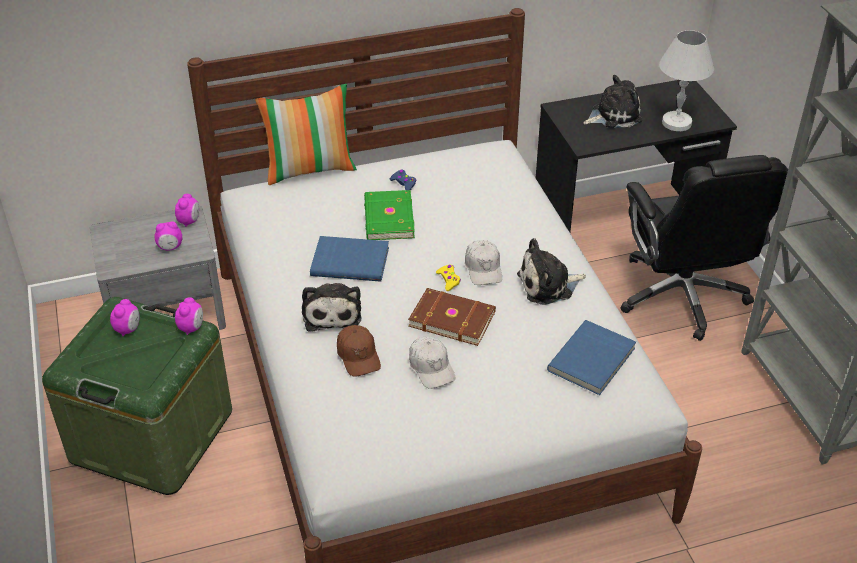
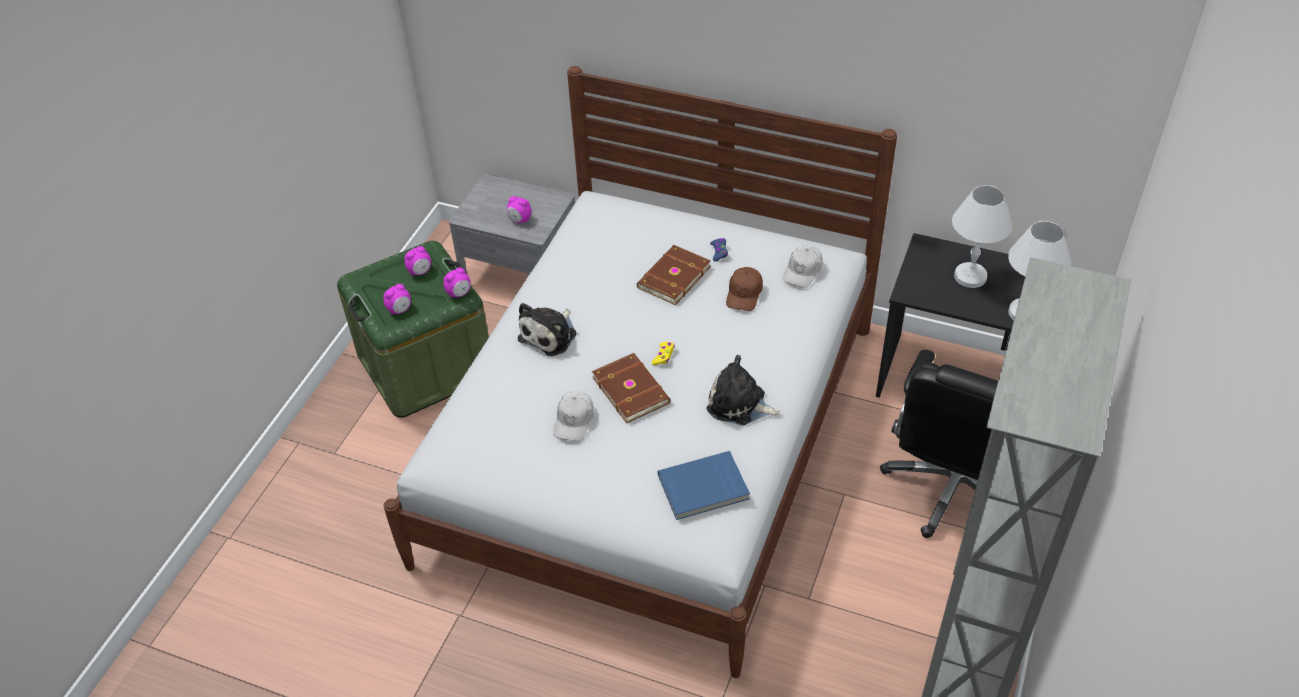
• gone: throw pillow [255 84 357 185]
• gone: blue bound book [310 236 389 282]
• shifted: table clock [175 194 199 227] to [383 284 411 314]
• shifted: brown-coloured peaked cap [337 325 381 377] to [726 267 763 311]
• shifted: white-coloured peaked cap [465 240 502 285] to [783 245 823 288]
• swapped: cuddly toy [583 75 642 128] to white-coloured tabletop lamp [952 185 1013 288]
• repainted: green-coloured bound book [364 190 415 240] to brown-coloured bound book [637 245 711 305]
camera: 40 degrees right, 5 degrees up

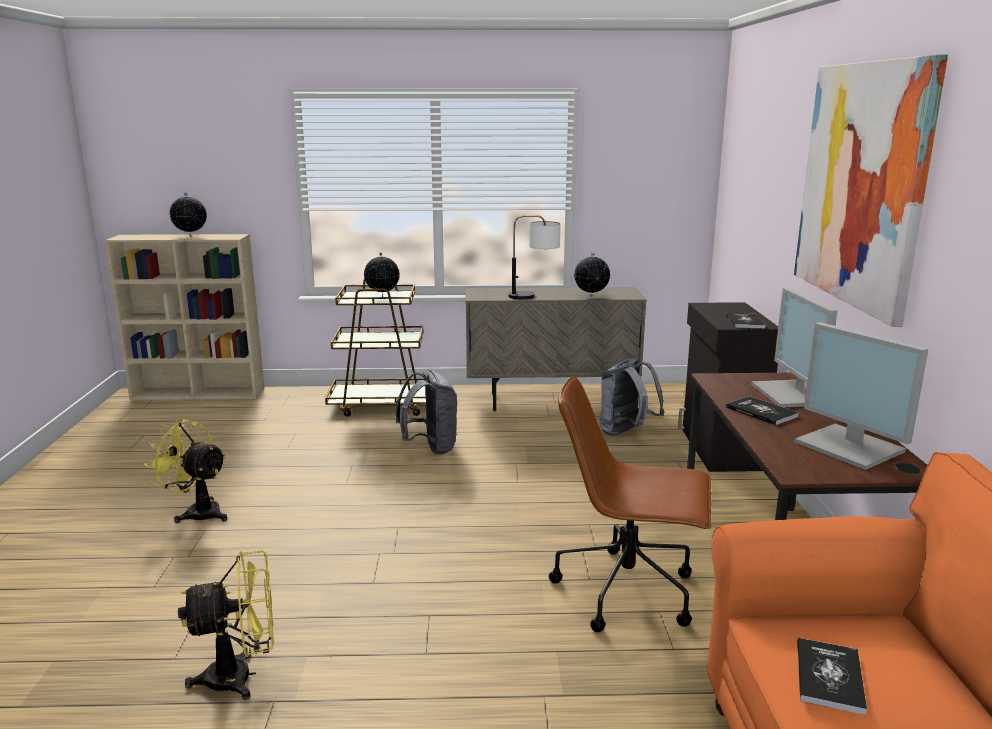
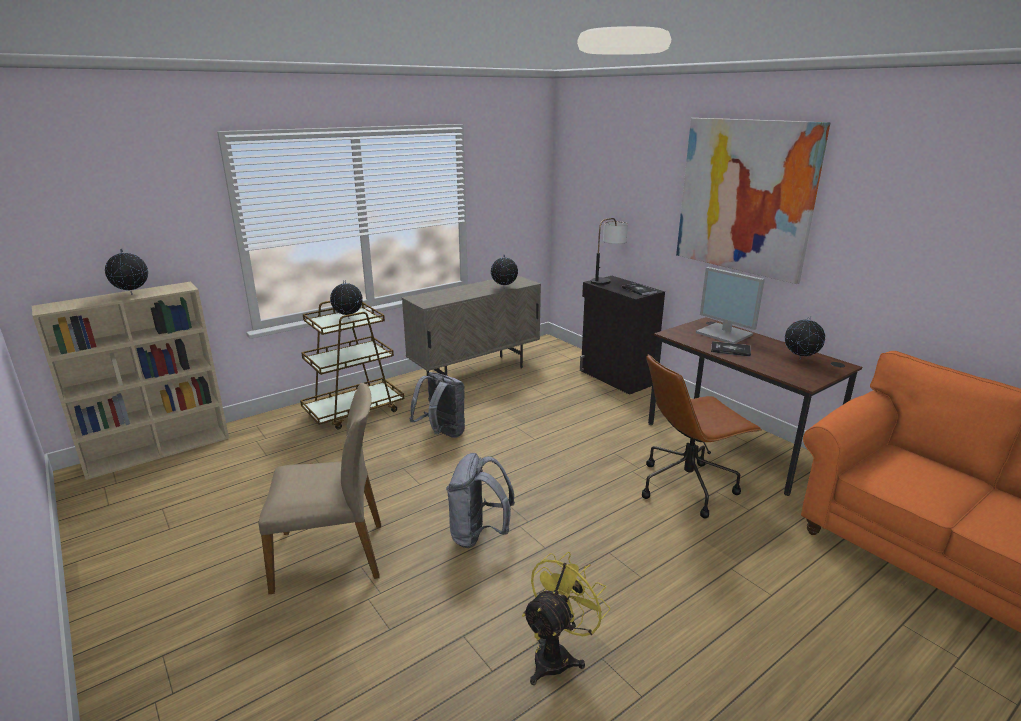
• gone: bound book [797 638 867 715]
• shifted: tabletop lamp [508 215 561 299] to [591 218 628 285]
• shifted: greyish knapsack [599 358 664 436] to [446 453 515 548]
• swapped: yellow cooling fan [144 418 227 523] to beige-coloured upright chair [259 383 381 594]
• swapped: monitor [794 322 928 470] to desk globe [785 316 825 360]
camera: 35 degrees left, 5 degrees up

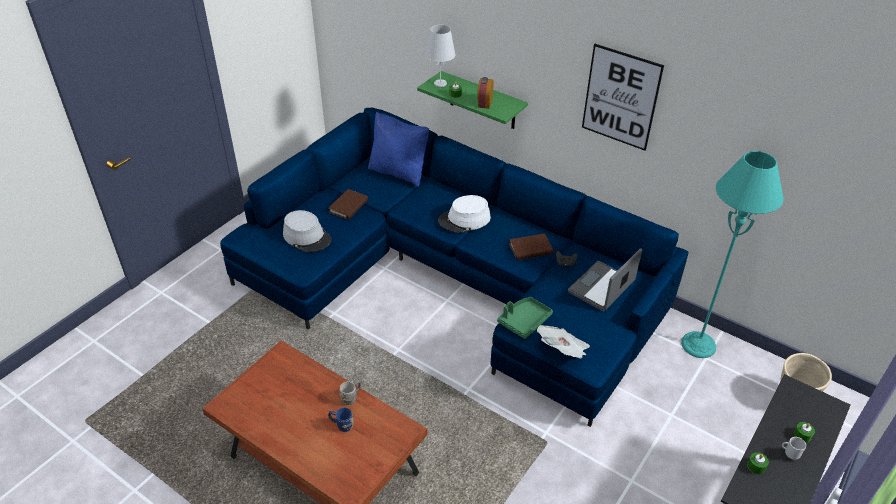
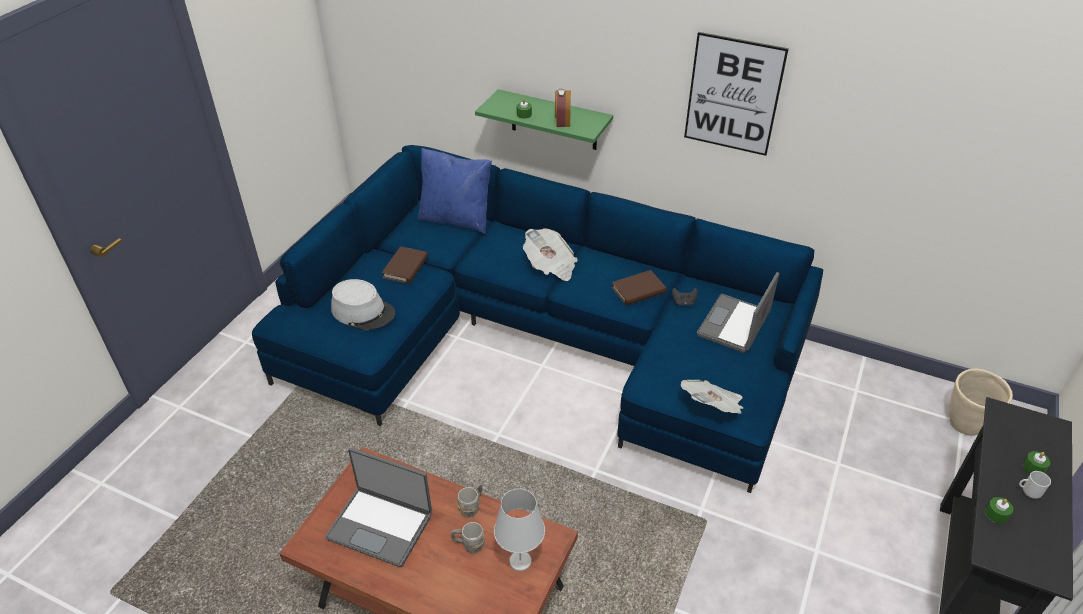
• gone: green-coloured tray [497 297 553 339]
• gone: turquoise-coloured standing lamp [681 151 783 358]
• new: laptop [325 448 432 567]
• shifted: white-coloured tabletop lamp [426 25 456 87] to [494 488 545 571]
• swapped: white-coloured clothing hat [438 195 491 233] to newspaper [523 228 578 281]
• repainted: blue tea mug [328 408 354 432] to greyish tea mug [451 522 485 553]
camera: 10 degrees left, 0 degrees up

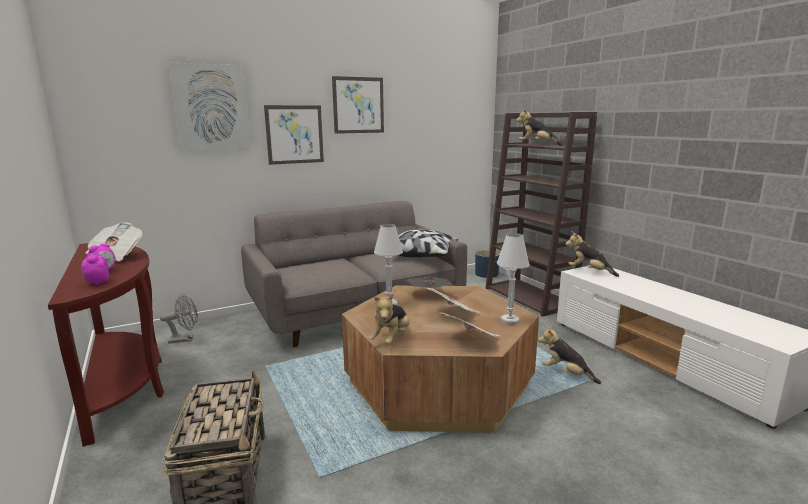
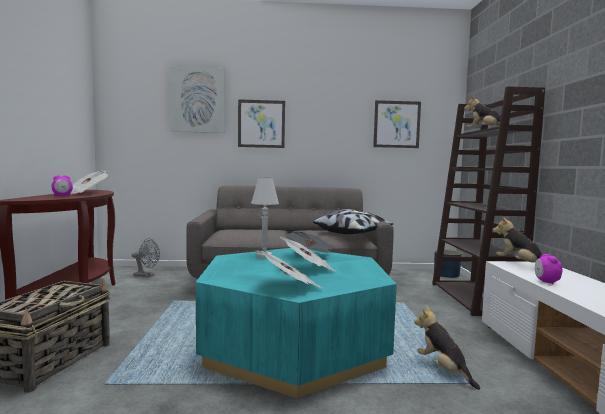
• gone: cuddly toy [369 294 410 345]
• gone: white-coloured tabletop lamp [497 233 530 325]
• shifted: table clock [81 253 109 285] to [535 254 562 285]
• shifted: wall art [332 76 384 134] to [373 100 421 148]
• repainted: brown-coloured lounge table [342 286 539 433] to turquoise-coloured lounge table [196 248 397 398]
camera: 25 degrees right, 10 degrees down

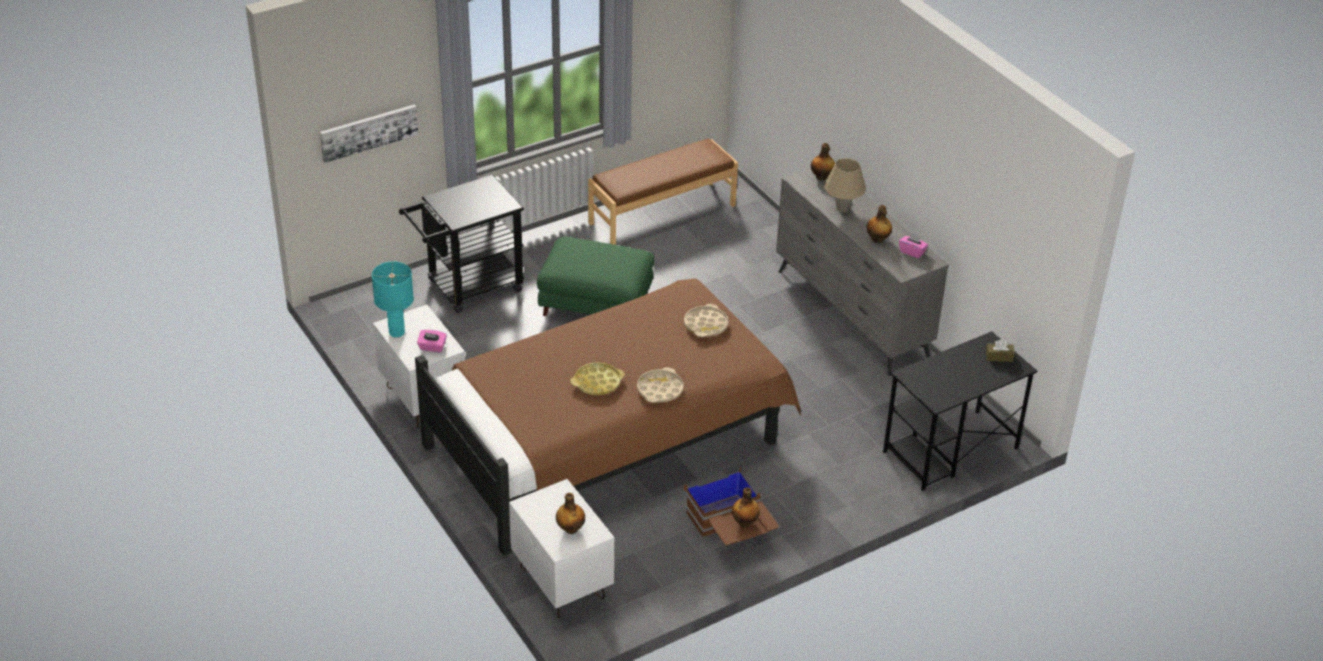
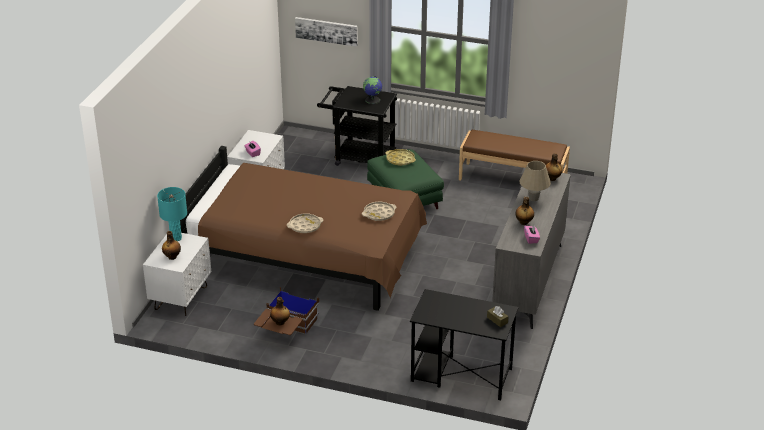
• new: desk globe [363 76 382 104]
• shifted: turquoise-coloured tabletop lamp [372 261 414 337] to [157 187 187 241]
• shifted: yellow tray [570 362 625 395] to [386 149 416 166]
camera: 50 degrees right, 5 degrees down

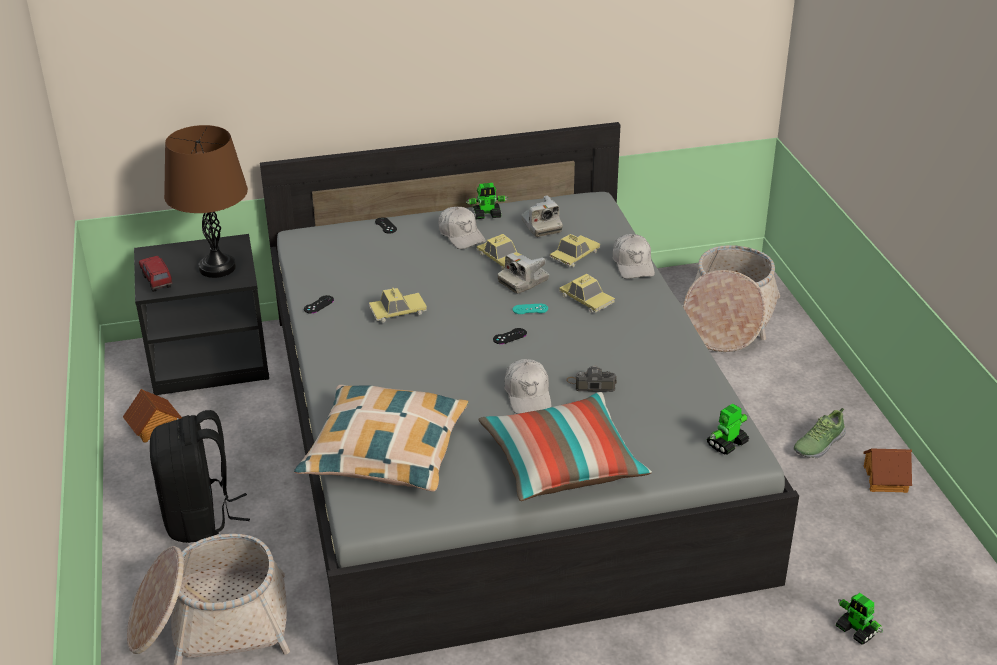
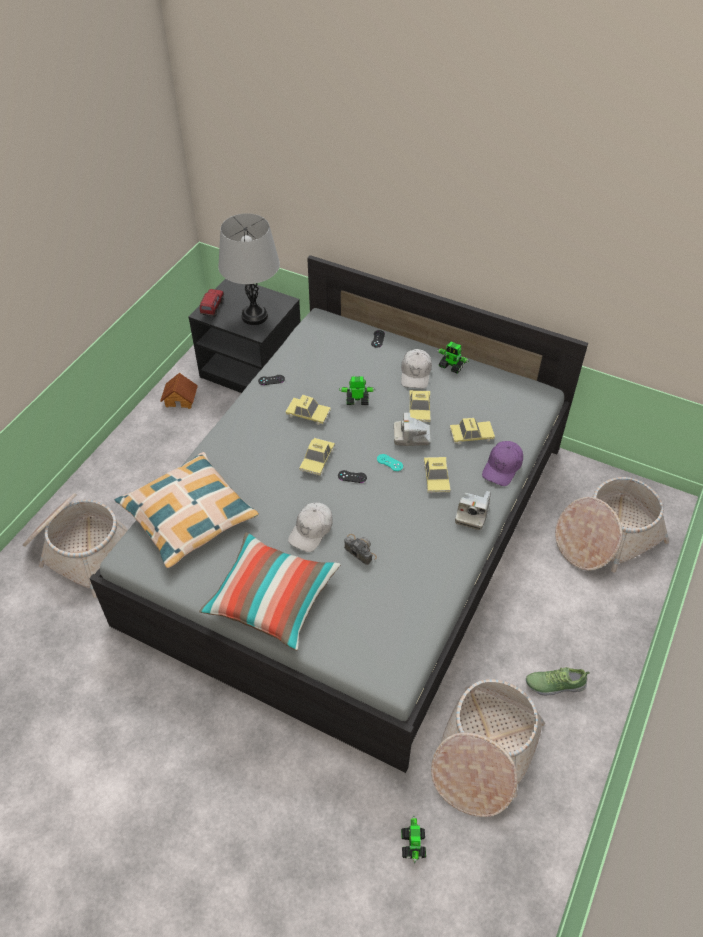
• gone: black knapsack [150 410 250 543]
• gone: model house [864 449 912 493]
• new: miniature car [299 438 335 476]
• new: storage basket [431 679 545 817]
• shifted: photo camera [521 195 563 237] to [455 491 491 530]
• shifted: model robot [706 404 749 455] to [339 376 375 405]
• repainted: brown-coloured tabletop lamp [164 125 248 278] to greyish tabletop lamp [218 213 280 325]
• repainted: white-coloured peaked cap [613 234 655 279] to purple-coloured peaked cap [482 441 523 486]
camera: 40 degrees right, 15 degrees up

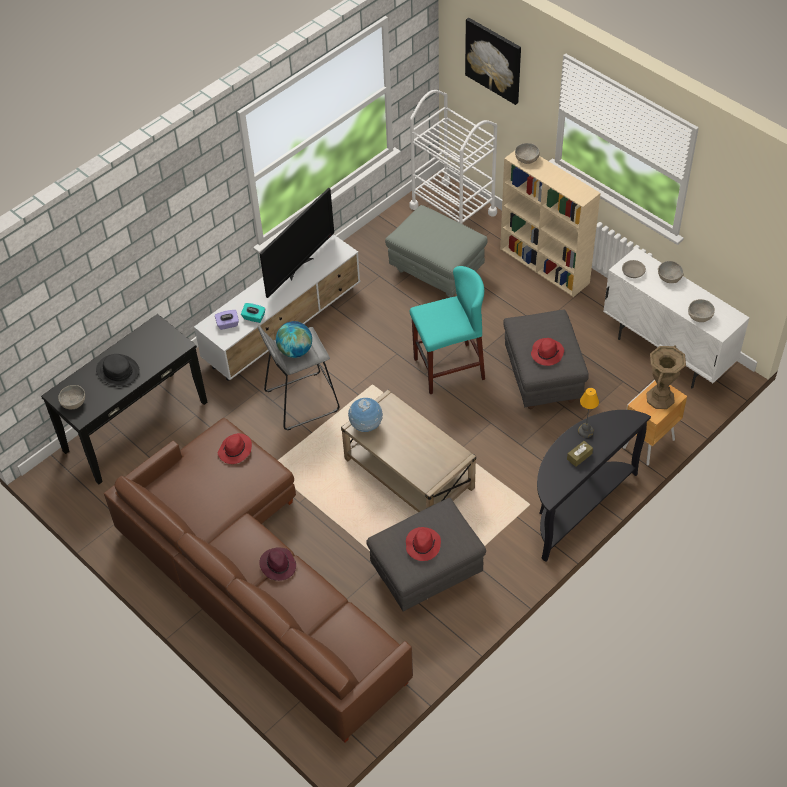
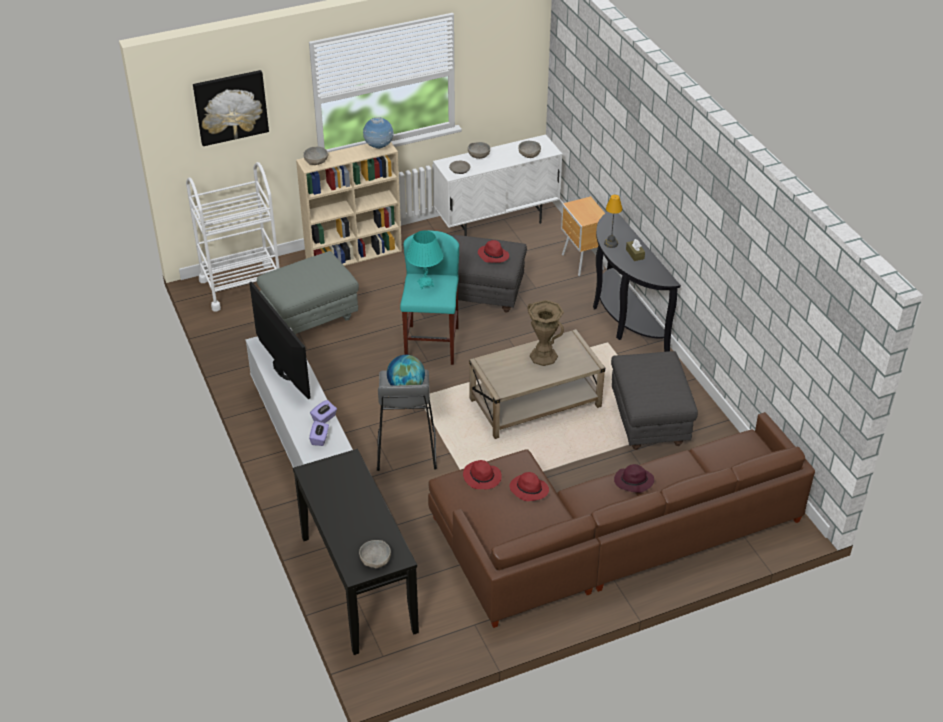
• gone: black clothing hat [96 354 140 387]
• new: turquoise-coloured tabletop lamp [406 231 443 289]
• shifted: desk globe [348 398 383 432] to [363 117 394 149]
• shifted: reddish clothing hat [406 527 441 561] to [509 472 549 501]
• shifted: brown-coloured flower vase [647 346 686 409] to [527 300 564 366]
• repainted: turquoise-coloured tissue box [241 303 265 323] to purple-coloured tissue box [310 400 337 423]
camera: 70 degrees left, 10 degrees down

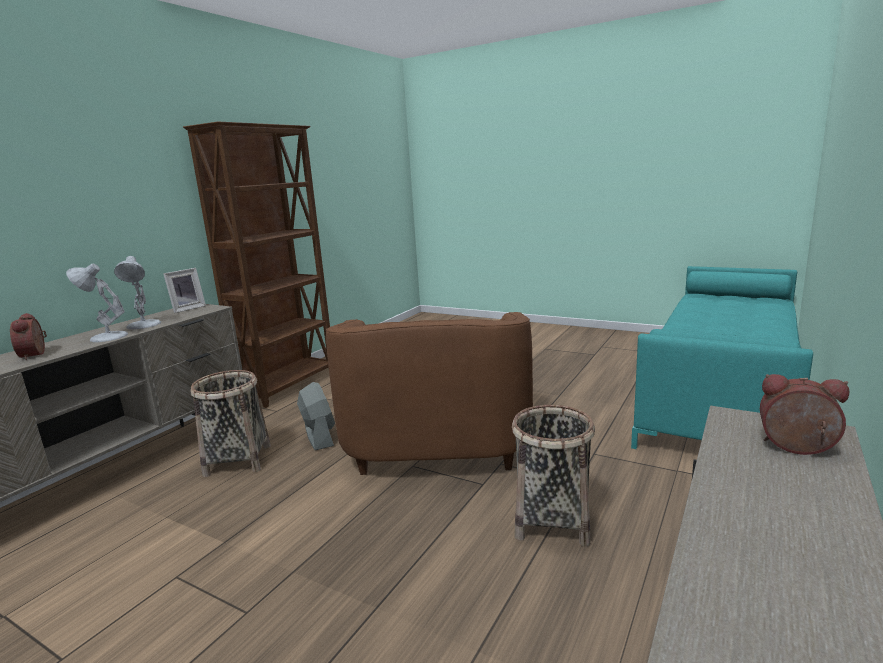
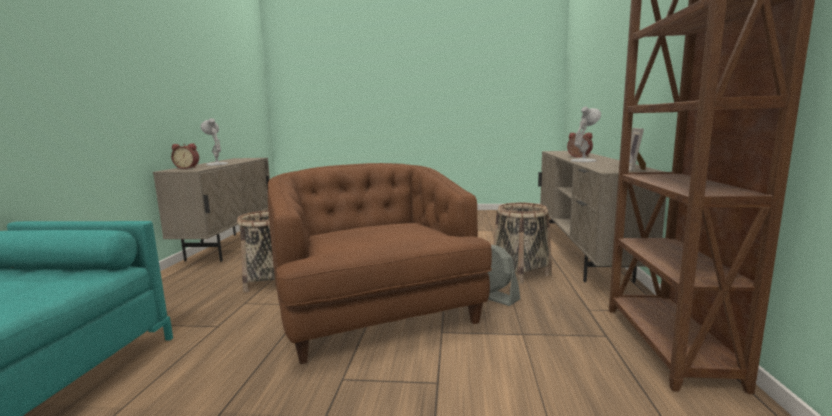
• shifted: white-coloured tabletop lamp [114 256 161 329] to [201 118 228 165]
camera: 155 degrees right, 5 degrees down

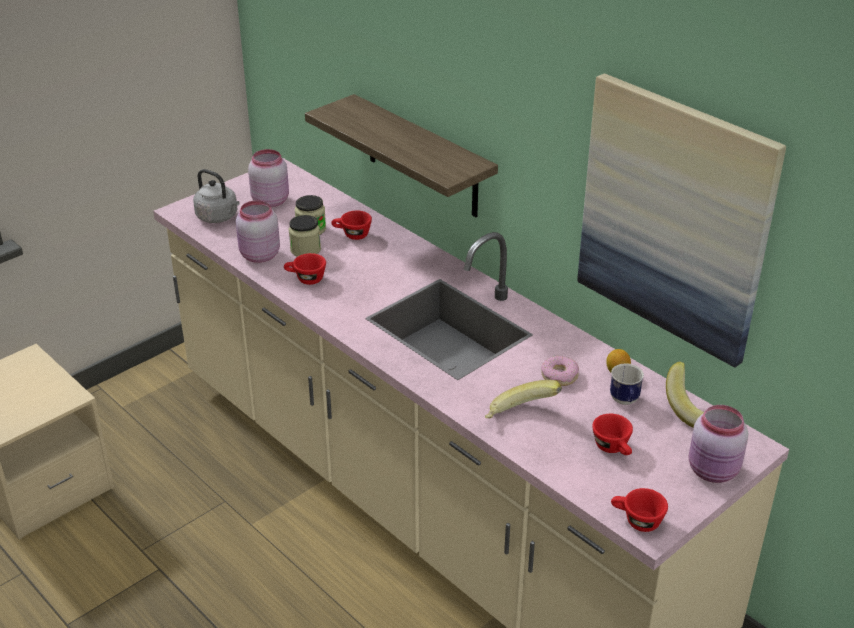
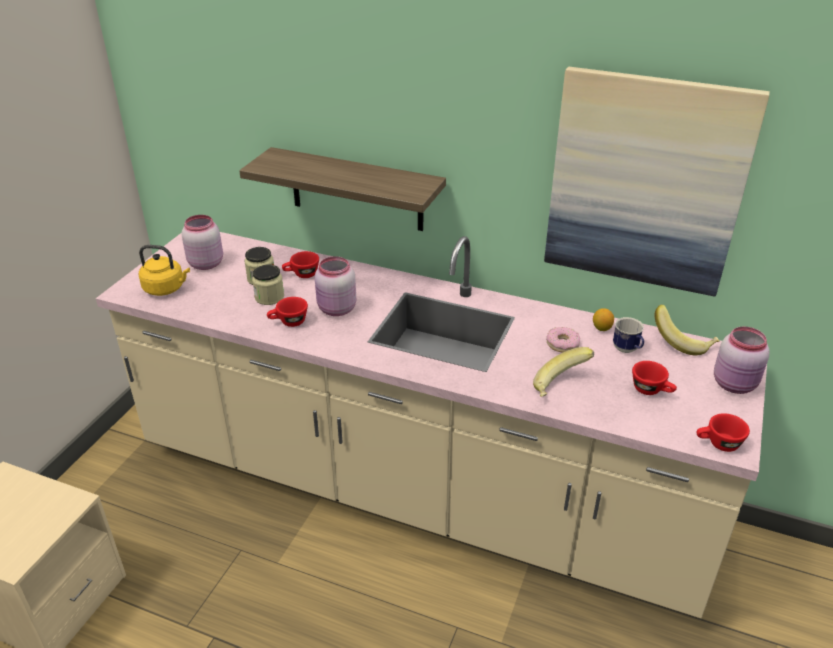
• shifted: pinkish storage jar [236 200 280 263] to [315 256 356 316]
• repainted: greyish water kettle [193 169 240 223] to yellow water kettle [139 245 190 296]
camera: 25 degrees left, 0 degrees up

